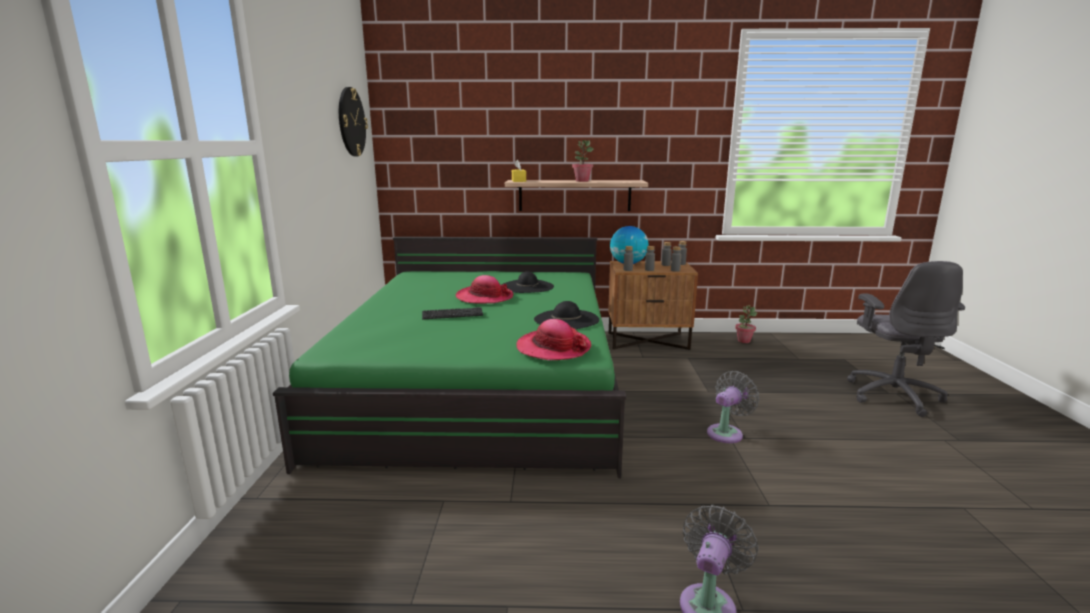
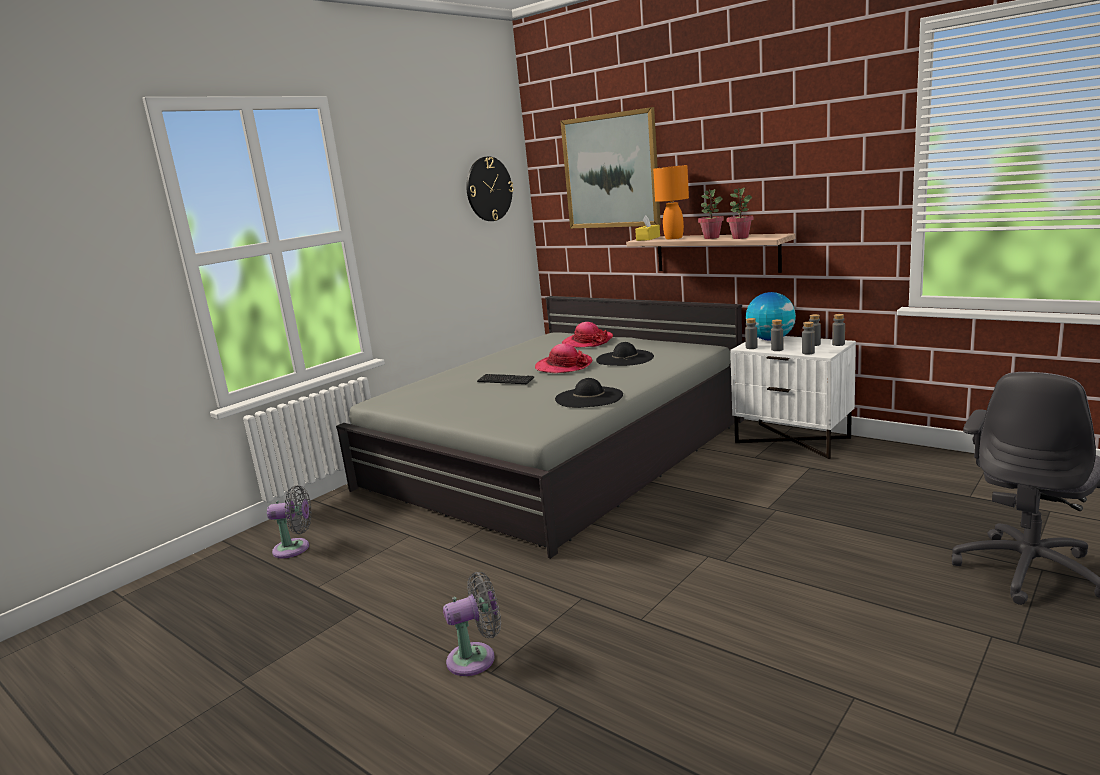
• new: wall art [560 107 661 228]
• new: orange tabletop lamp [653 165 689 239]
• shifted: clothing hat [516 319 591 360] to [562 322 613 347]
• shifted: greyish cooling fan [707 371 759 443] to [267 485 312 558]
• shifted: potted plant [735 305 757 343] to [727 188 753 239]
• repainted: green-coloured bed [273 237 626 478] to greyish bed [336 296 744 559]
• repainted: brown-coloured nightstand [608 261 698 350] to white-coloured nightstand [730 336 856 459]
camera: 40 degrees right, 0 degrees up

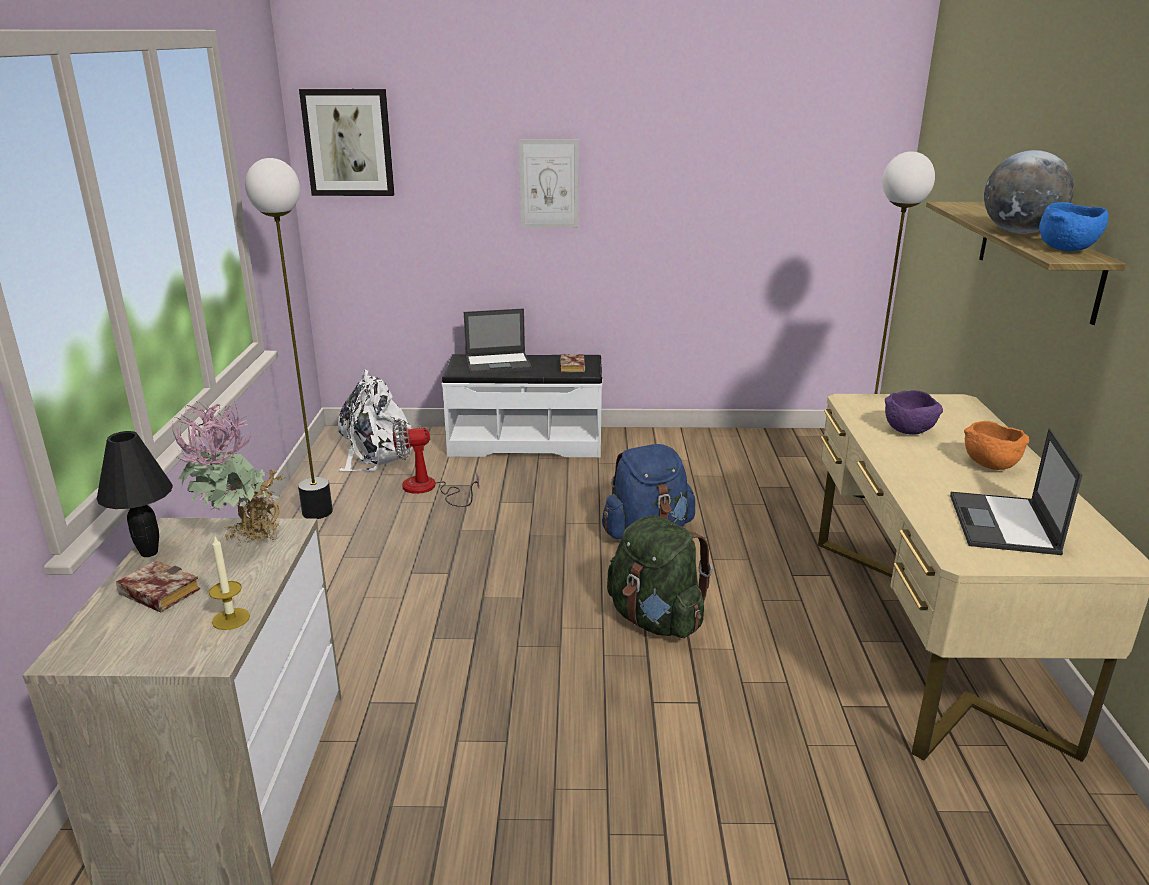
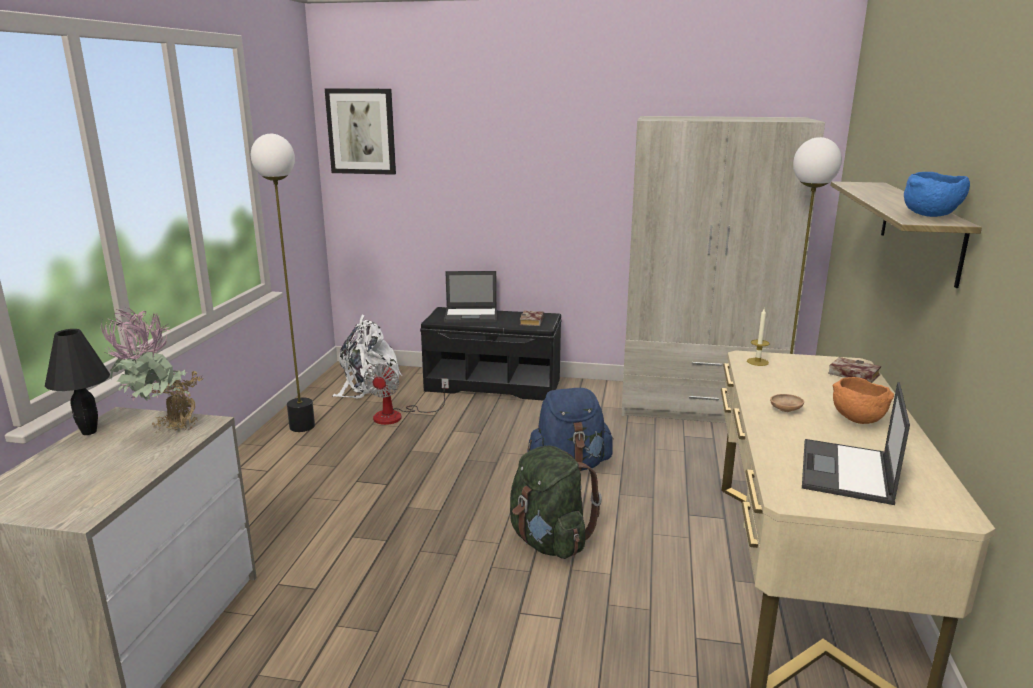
• gone: wall art [519 140 578 228]
• gone: purple-coloured deep dish [885 390 943 434]
• gone: desk globe [984 150 1074 234]
• new: beige-coloured wardrobe [622 116 825 423]
• new: brown-coloured deep dish [770 394 804 412]
• shifted: bound book [116 560 200 613] to [828 357 881 383]
• shifted: wax candle [209 535 250 630] to [747 309 770 366]
• repainted: white-coloured bench [442 354 602 458] to black bench [420 307 561 401]
• rotated: cooling fan [393 419 479 507] = [363 364 449 425] 75 degrees counterclockwise
camera: 10 degrees right, 5 degrees down

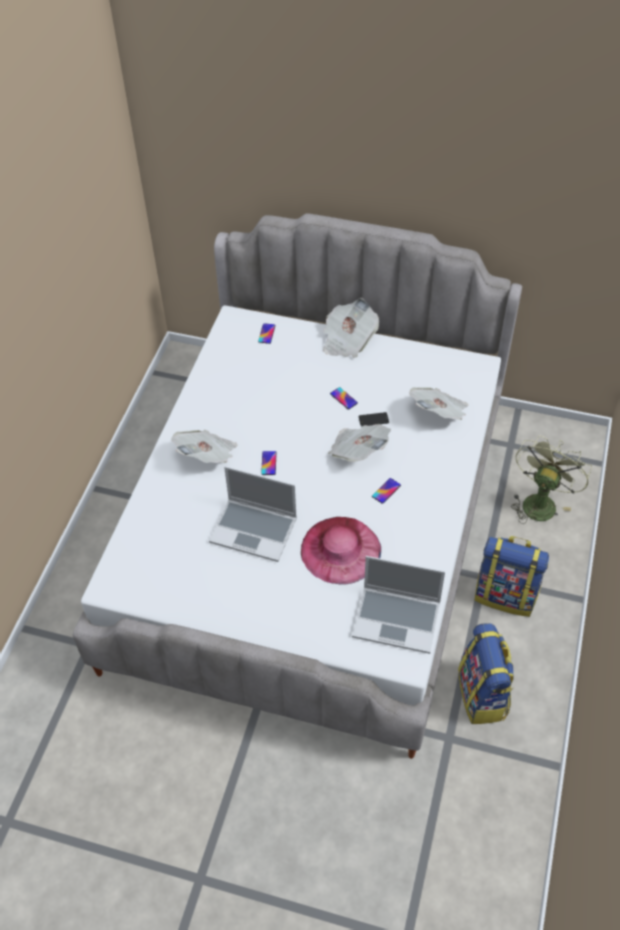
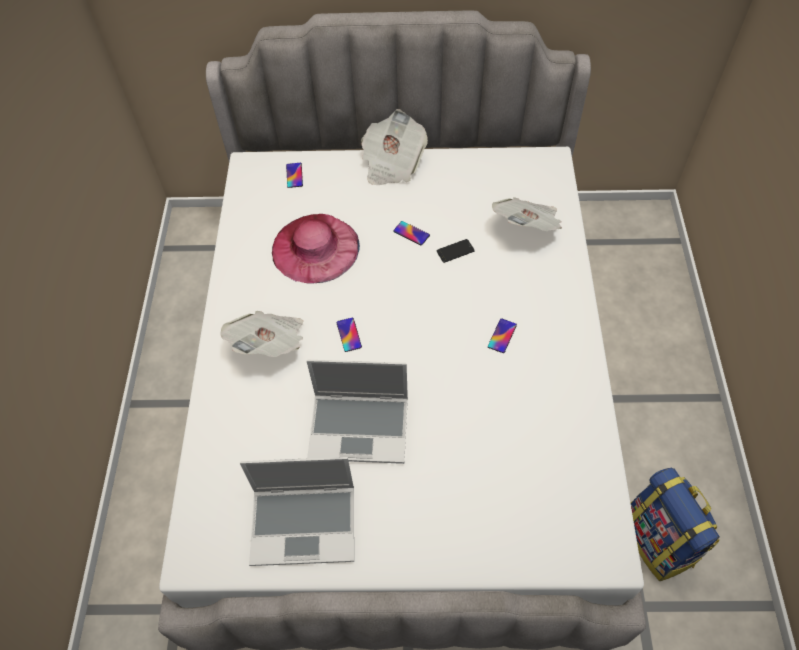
• gone: newspaper [328 424 391 462]
• gone: knapsack [475 536 549 617]
• gone: green-coloured cooling fan [511 436 592 524]
• shifted: pinkish clothing hat [301 517 381 585] to [272 214 360 284]
• shifted: laptop [352 556 445 654] to [240 457 354 566]
camera: 15 degrees left, 5 degrees up

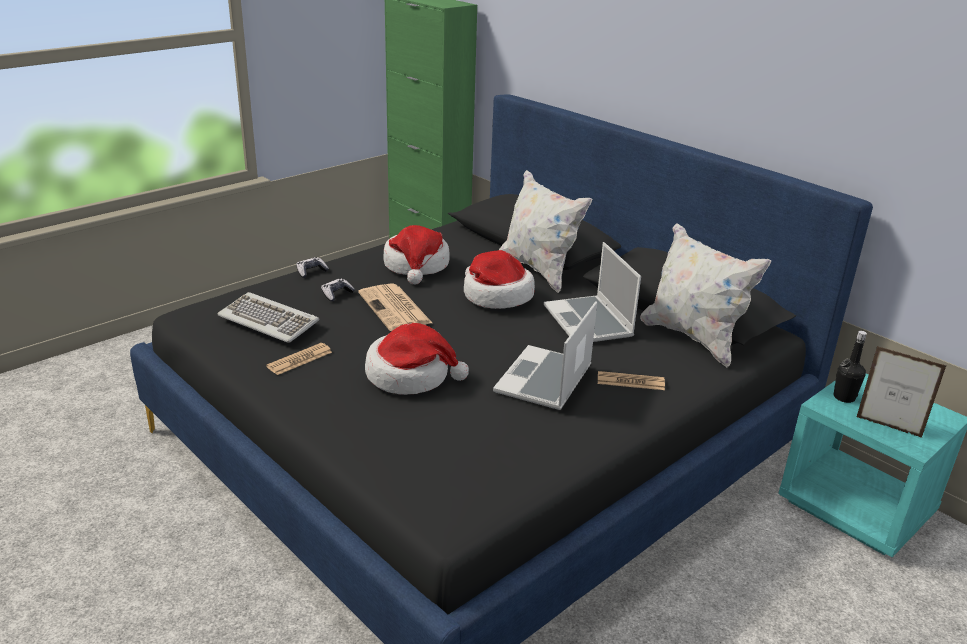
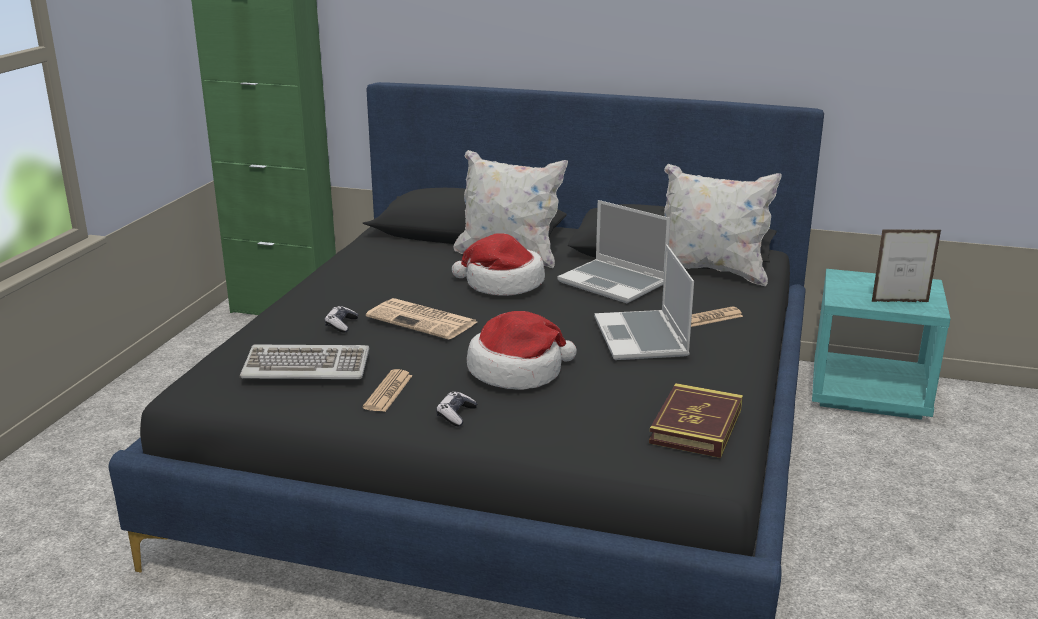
• gone: clothing hat [383 225 450 284]
• gone: black bottle [834 331 867 403]
• new: bound book [649 383 743 458]
• shifted: game controller [296 257 329 278] to [436 391 478 426]
camera: 30 degrees left, 5 degrees down

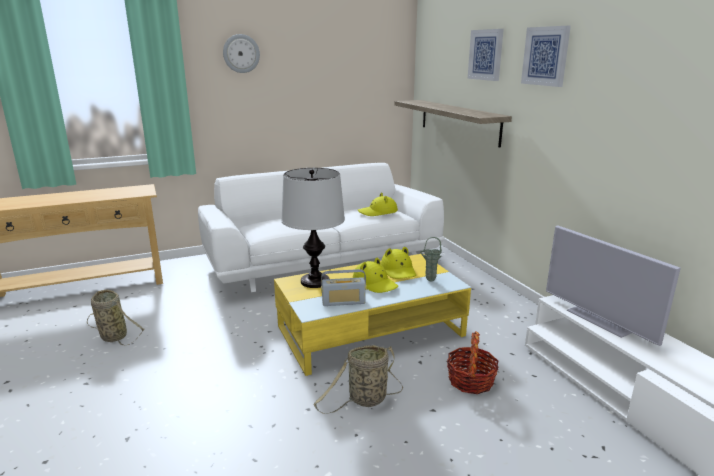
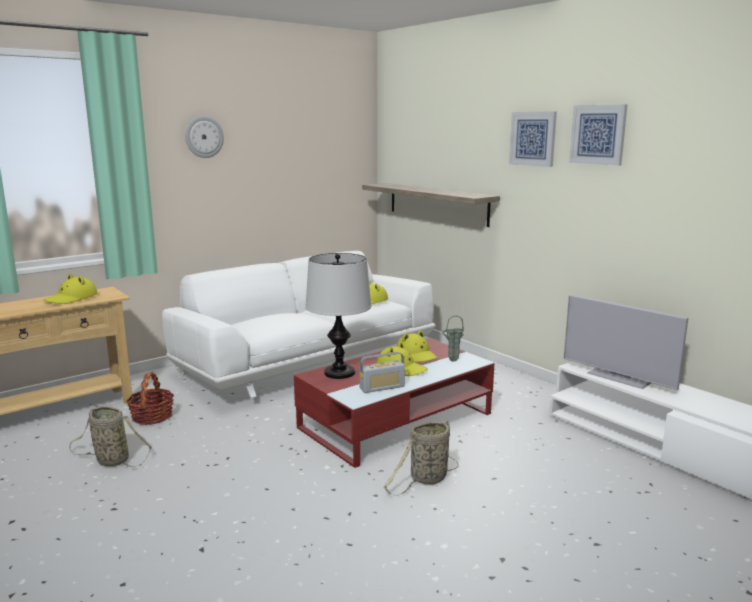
• new: yellow clothing hat [43 273 98 304]
• shifted: storage basket [447 331 499 394] to [126 372 174 425]
• shifted: wall art [468 29 504 81] to [569 104 628 166]
• repainted: yellow lounge table [274 253 471 376] to reddish lounge table [294 338 494 468]
camera: 15 degrees left, 5 degrees down

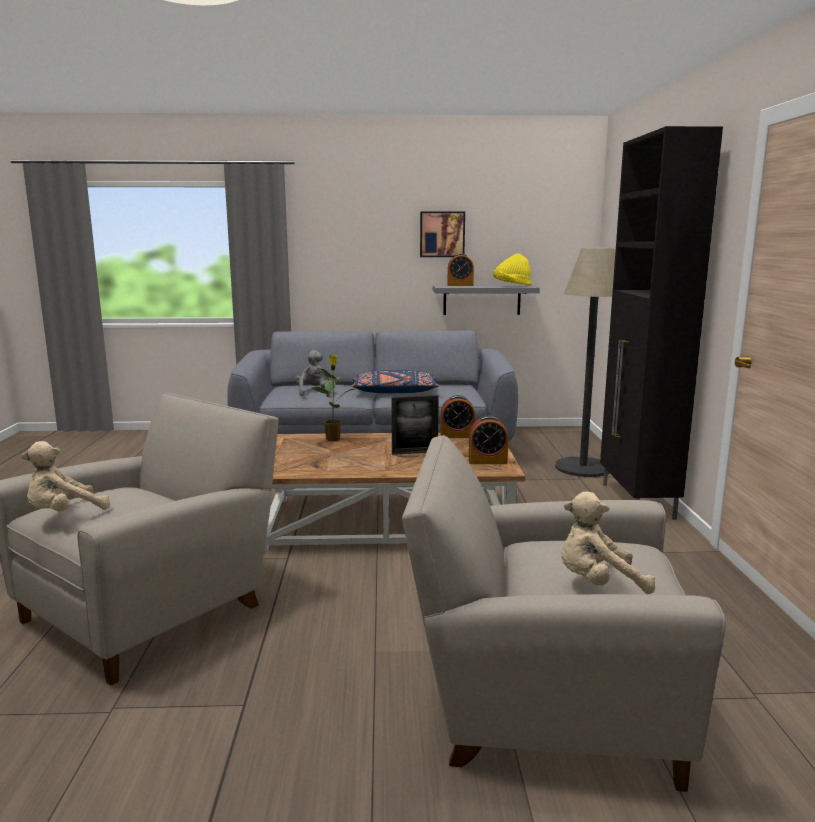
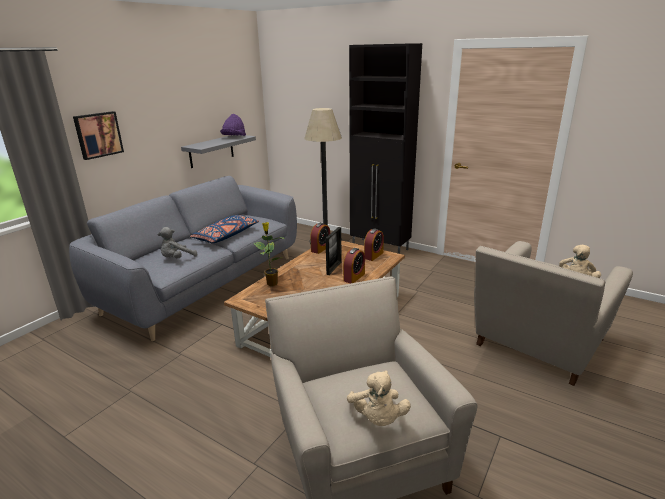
• shifted: wall art [420 211 465 257] to [73 111 124 160]
• shifted: table clock [447 253 474 286] to [343 248 365 283]
• repainted: yellow clothing hat [493 253 531 286] to purple-coloured clothing hat [220 114 246 136]
• rotated: greyish cuddly toy [295 350 332 397] = [158 227 197 259] 75 degrees counterclockwise
camera: 55 degrees left, 10 degrees up

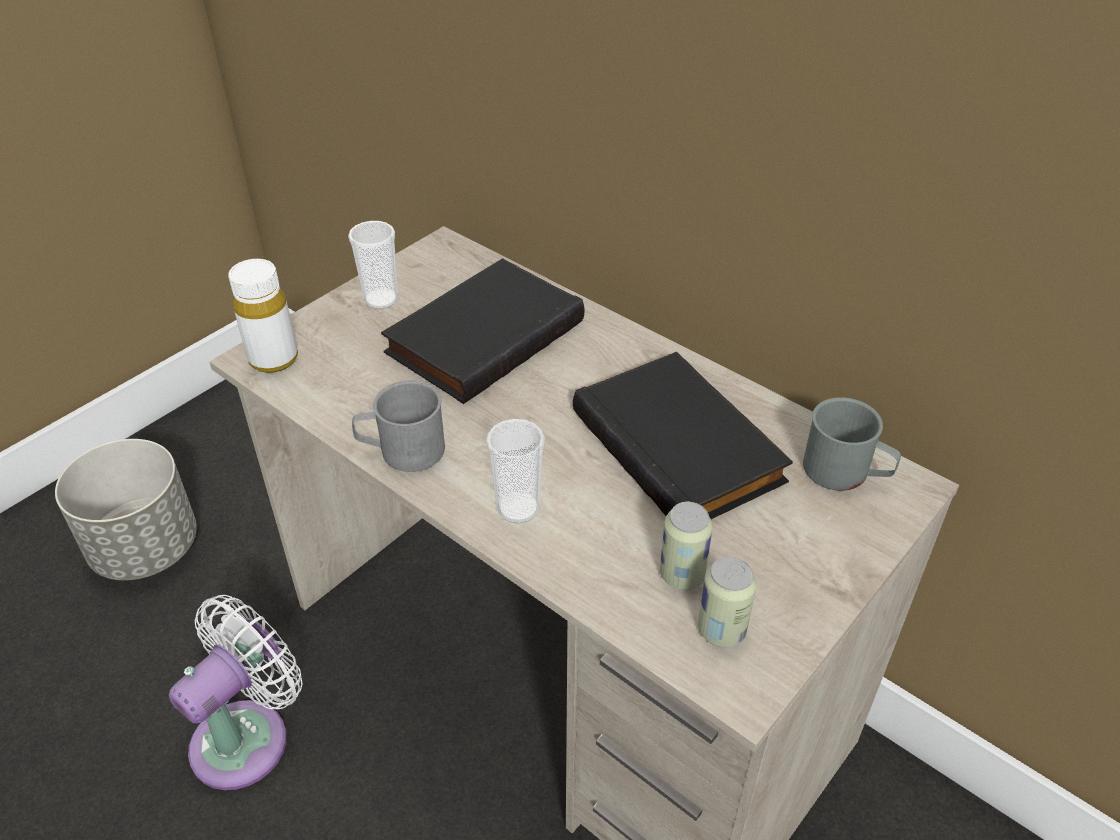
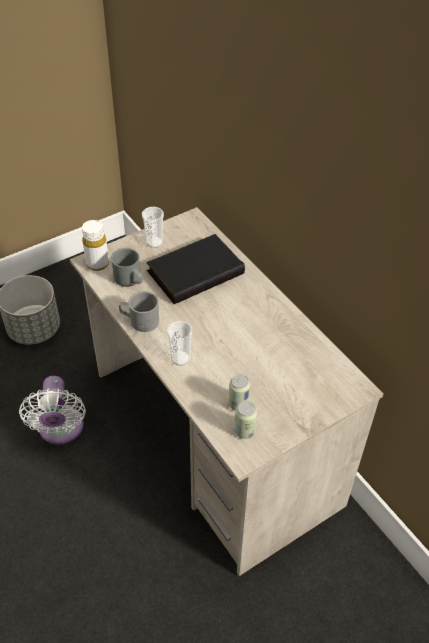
• gone: black bound book [573 352 793 519]
• shifted: greyish tea mug [803 397 901 491] to [111 248 143 287]
• rotated: white-coloured cooling fan [169 595 303 790] = [19 376 86 445] 120 degrees clockwise
camera: 15 degrees right, 5 degrees up

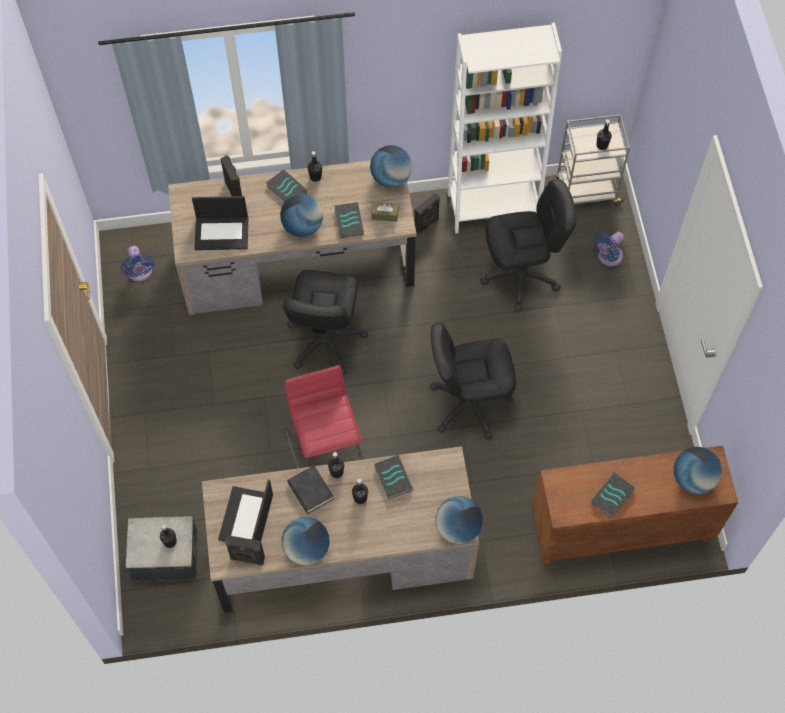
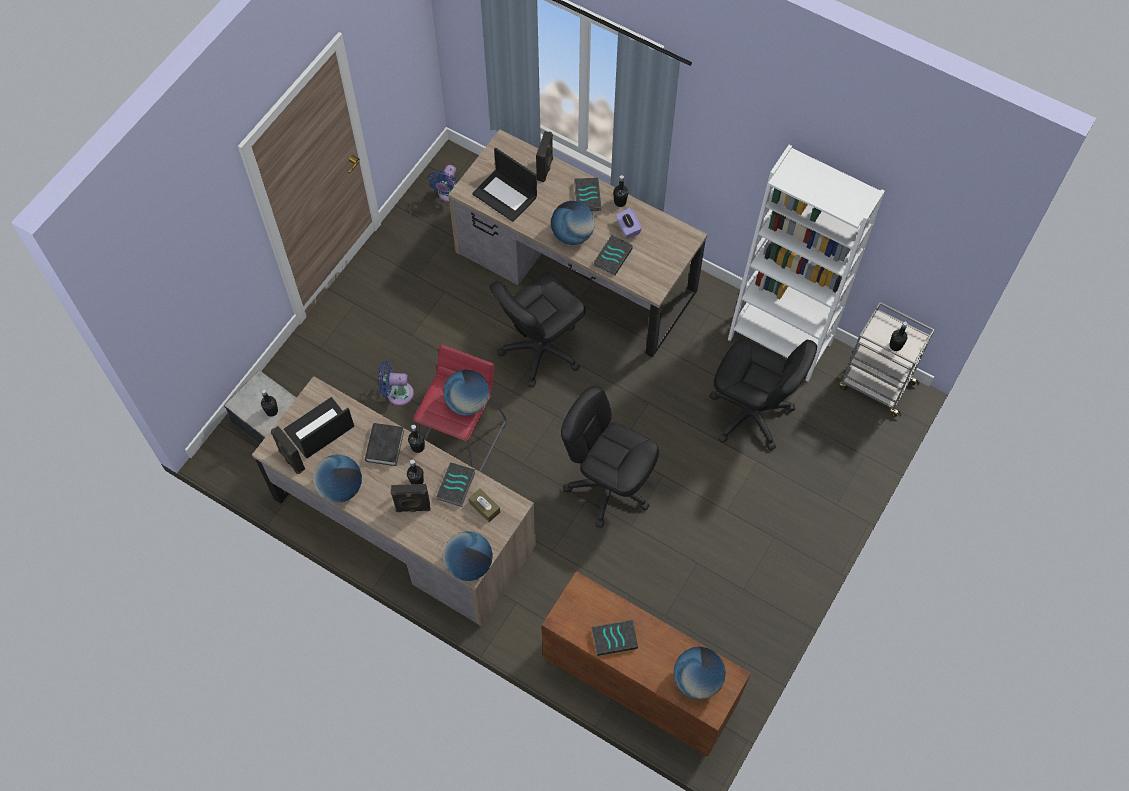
• new: purple-coloured tissue box [615 207 642 239]
• shifted: desk globe [370 145 412 188] to [443 369 490 416]
• shifted: brown-coloured tissue box [371 202 399 222] to [469 489 500 522]
• shifted: black audio speaker [414 193 440 234] to [391 484 431 512]
• shifted: blue cooling fan [593 231 625 266] to [378 361 414 406]
camera: 40 degrees right, 0 degrees up

